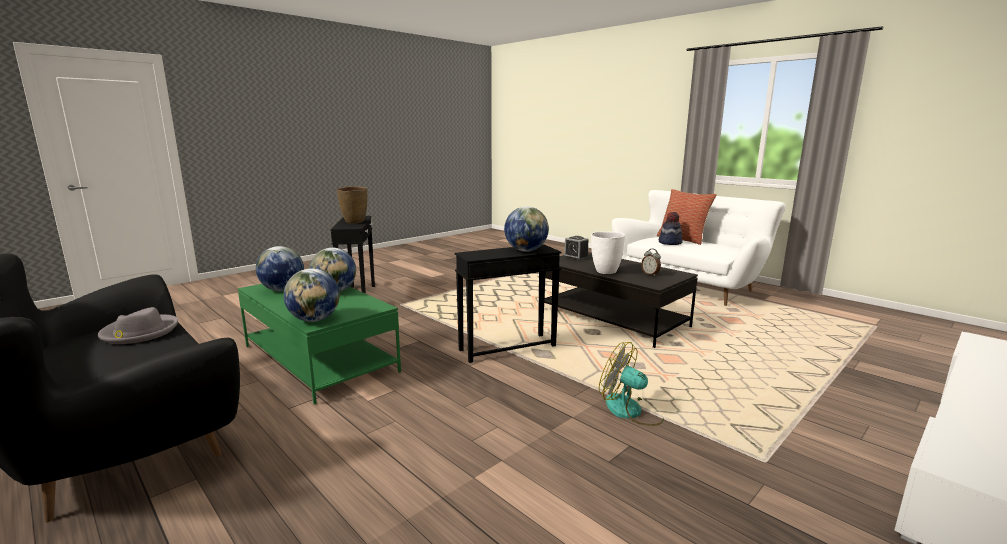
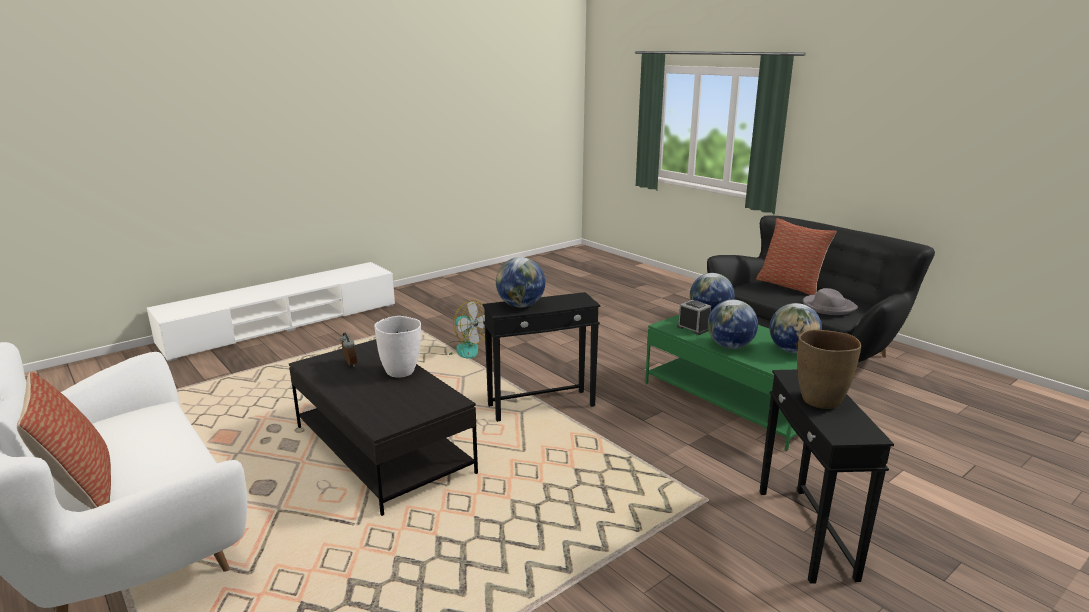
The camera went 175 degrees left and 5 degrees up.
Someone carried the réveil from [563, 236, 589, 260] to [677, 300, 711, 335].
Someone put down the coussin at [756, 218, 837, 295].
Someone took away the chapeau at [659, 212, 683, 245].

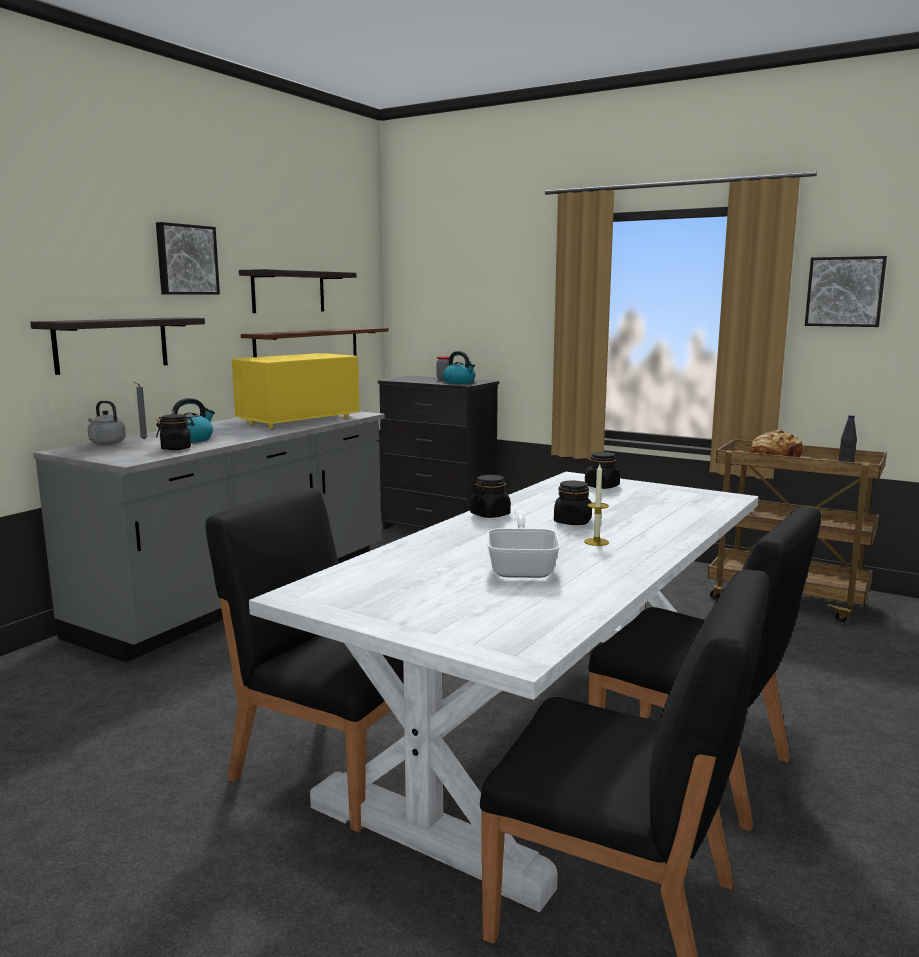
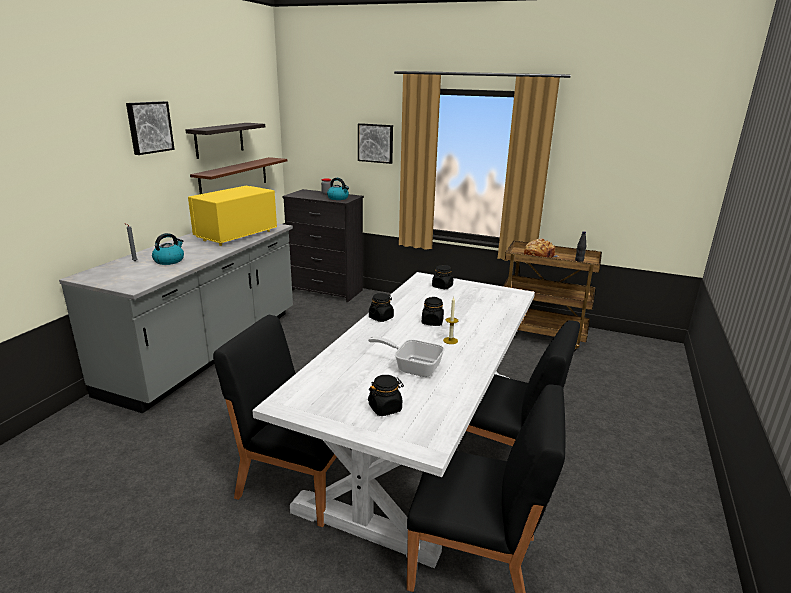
The camera went 10 degrees left and 10 degrees up.
Someone carried the tableau from [805, 256, 887, 327] to [358, 123, 393, 164].
Someone rotated the poêle at [487, 509, 561, 578] by 60 degrees counterclockwise.
Someone carried the bocal [noir] from [156, 414, 194, 450] to [368, 375, 404, 416].
Someone took away the étagère at [30, 317, 205, 375].
Someone took away the bouilloire [gris] at [88, 401, 126, 445].

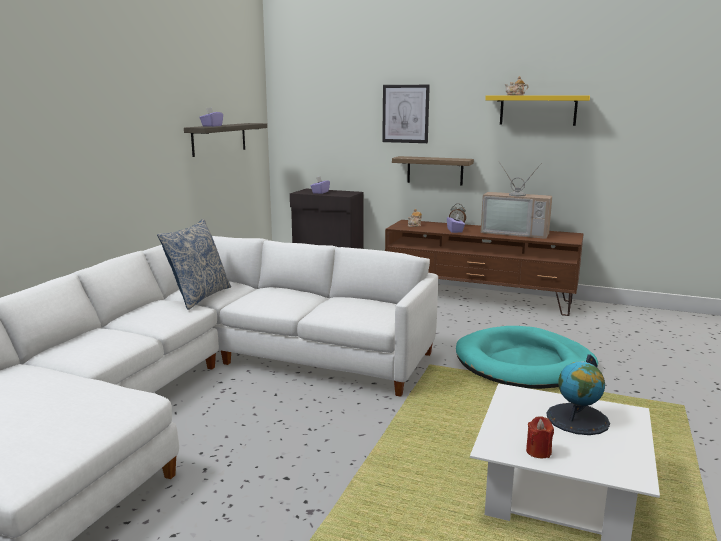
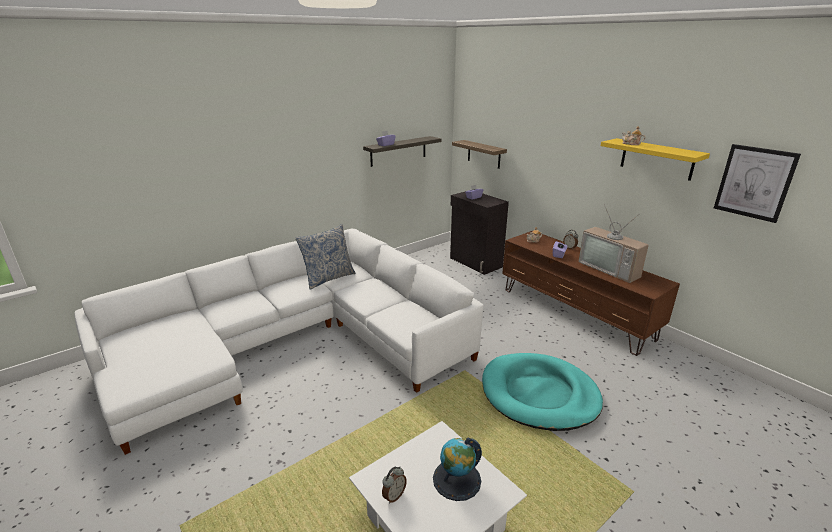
The camera went 30 degrees right and 10 degrees up.
Someone swapped the bougie [rouge] at [526, 416, 554, 458] for the réveil at [382, 466, 407, 503].
Someone carried the étagère from [392, 156, 474, 185] to [452, 140, 507, 169].
Someone carried the tableau from [382, 85, 430, 143] to [714, 144, 801, 223].

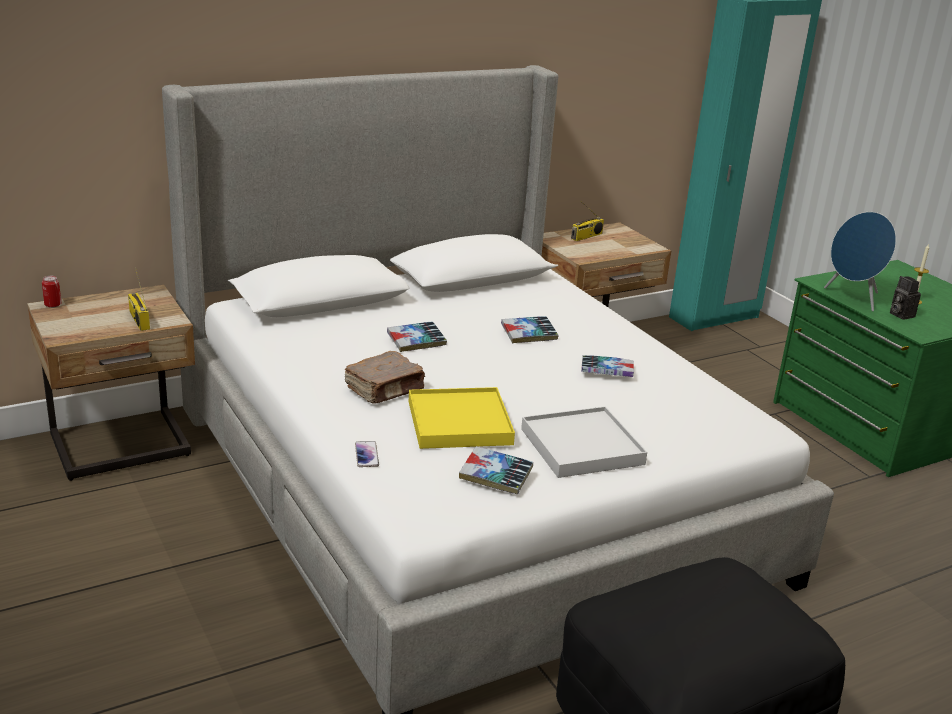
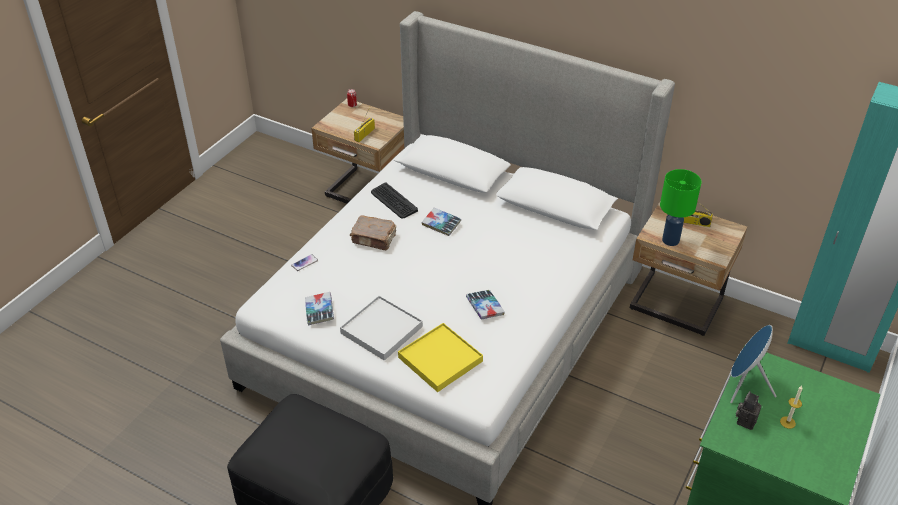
The camera went 60 degrees right and 15 degrees up.
Someone put down the clavier at [371, 182, 418, 218].
Someone carried the plateau [jaune] from [409, 387, 515, 449] to [398, 323, 483, 392].
Someone put down the lampe de table [vert] at [660, 169, 702, 246].
Someone took away the livre at [501, 316, 559, 343].

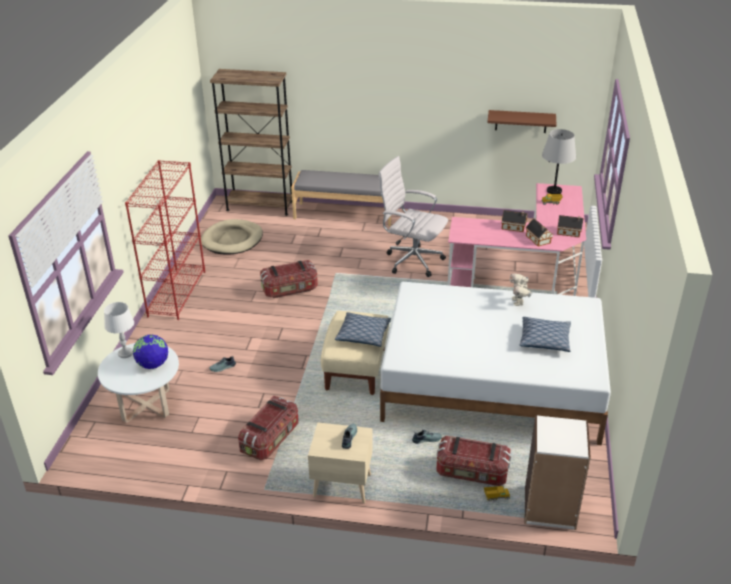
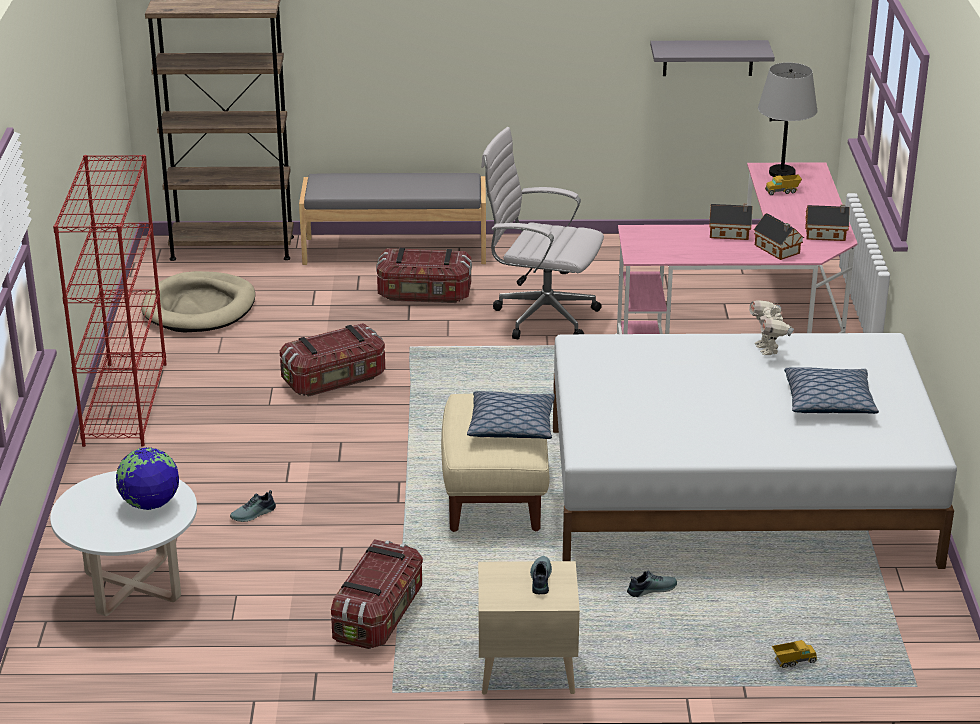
The camera went 10 degrees left and 5 degrees down.
Someone carried the boîte de rangement from [436, 436, 511, 486] to [376, 247, 472, 303].
Someone repainted the étagère [marron] at [487, 110, 556, 133], which became the étagère [gris] at [650, 40, 775, 76].
Someone took away the lampe de table [blanc] at [104, 302, 134, 358].
Someone took away the bibliothèque [blanc] at [524, 415, 591, 530].

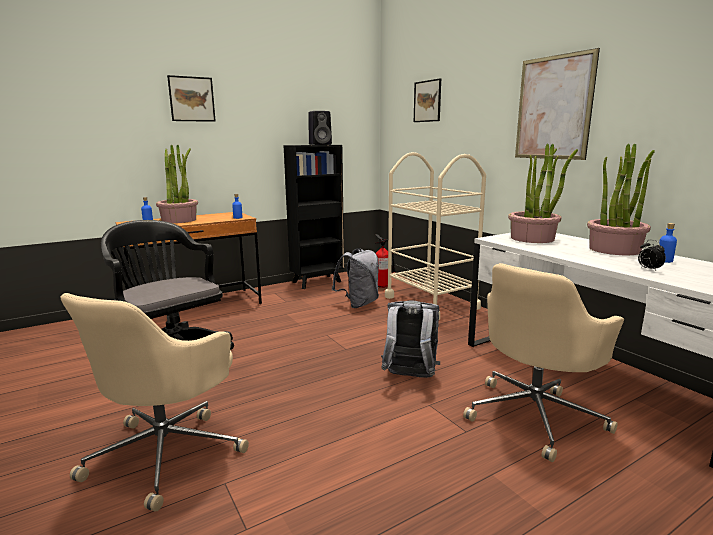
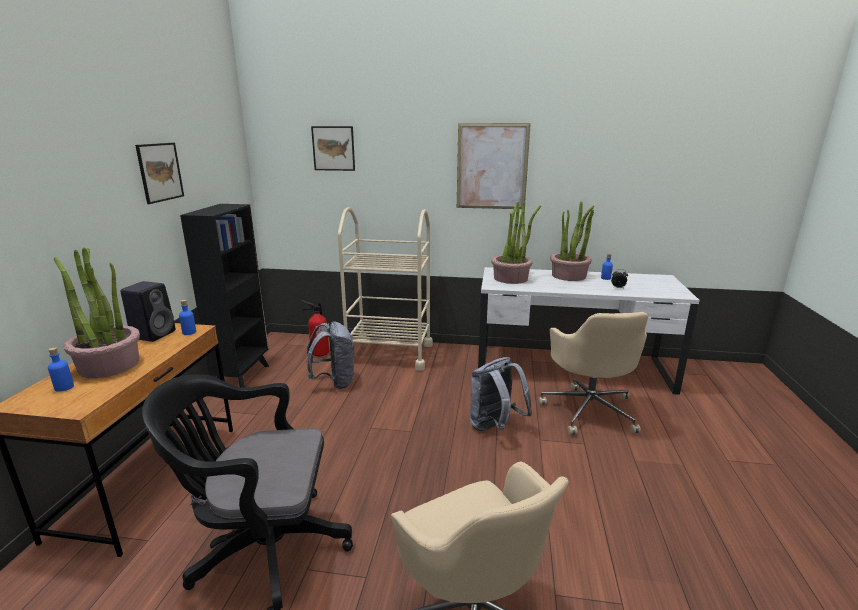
The camera went 50 degrees left and 5 degrees up.
Someone carried the enceinte [noir] from [308, 111, 332, 145] to [120, 281, 176, 342].
Someone carried the tableau from [167, 75, 216, 122] to [135, 143, 184, 204].

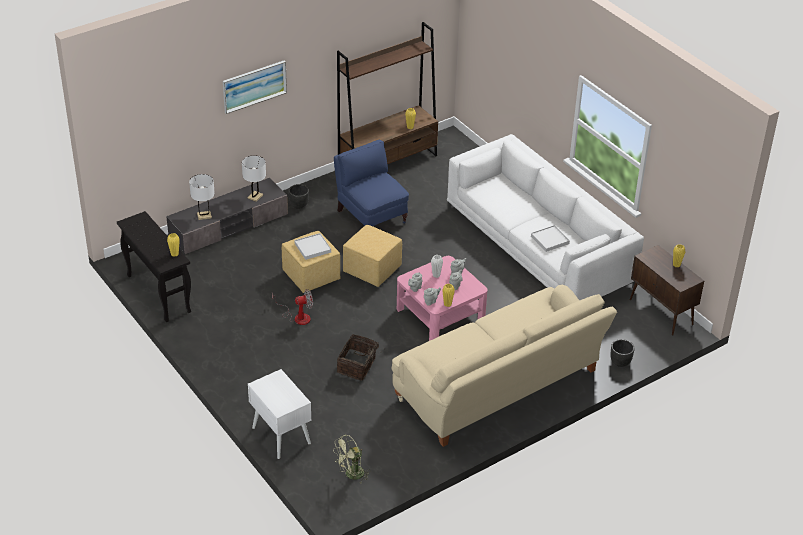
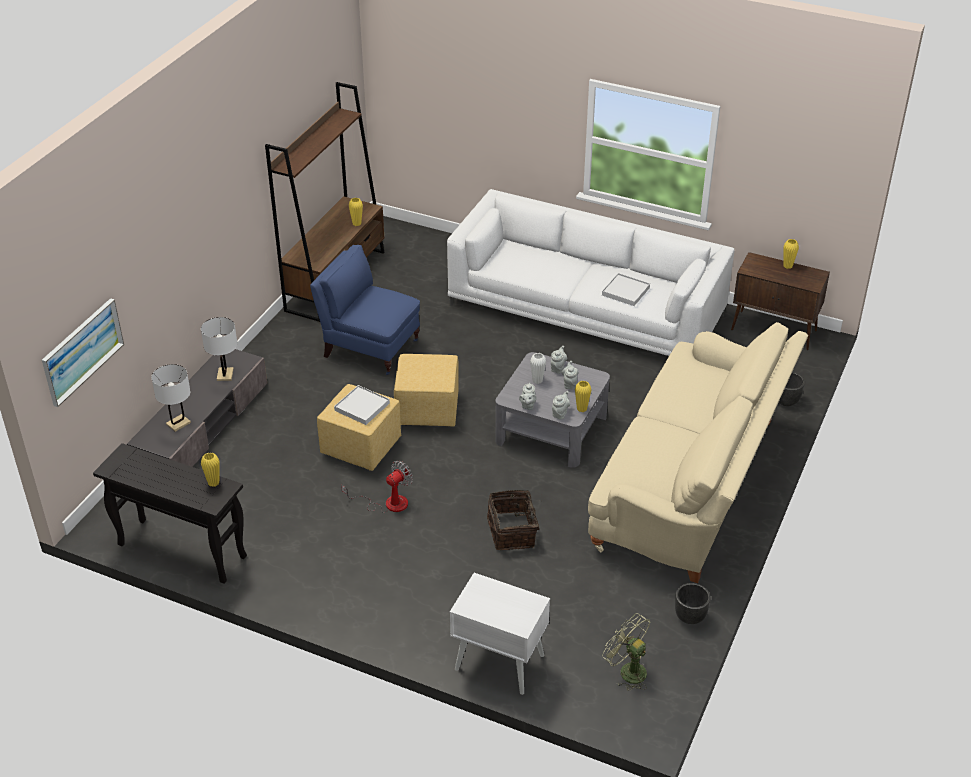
The camera went 30 degrees left and 0 degrees up.
Someone carried the tableau from [223, 61, 287, 114] to [42, 298, 124, 407].
Someone repainted the table basse [rose] at [397, 256, 488, 341], which became the table basse [gris] at [495, 352, 610, 468].
Someone rotated the ventilateur [vert] at [333, 434, 371, 483] by 105 degrees clockwise.
Someone carried the cache-pot [noir] from [288, 184, 309, 209] to [675, 583, 711, 624].

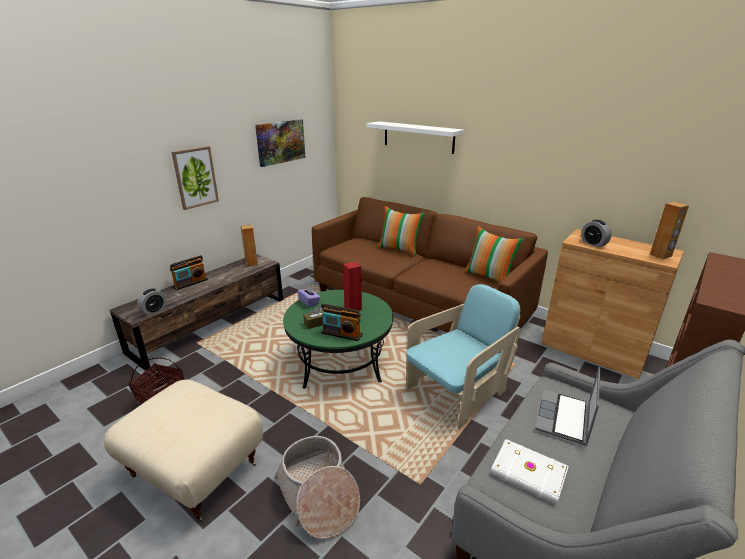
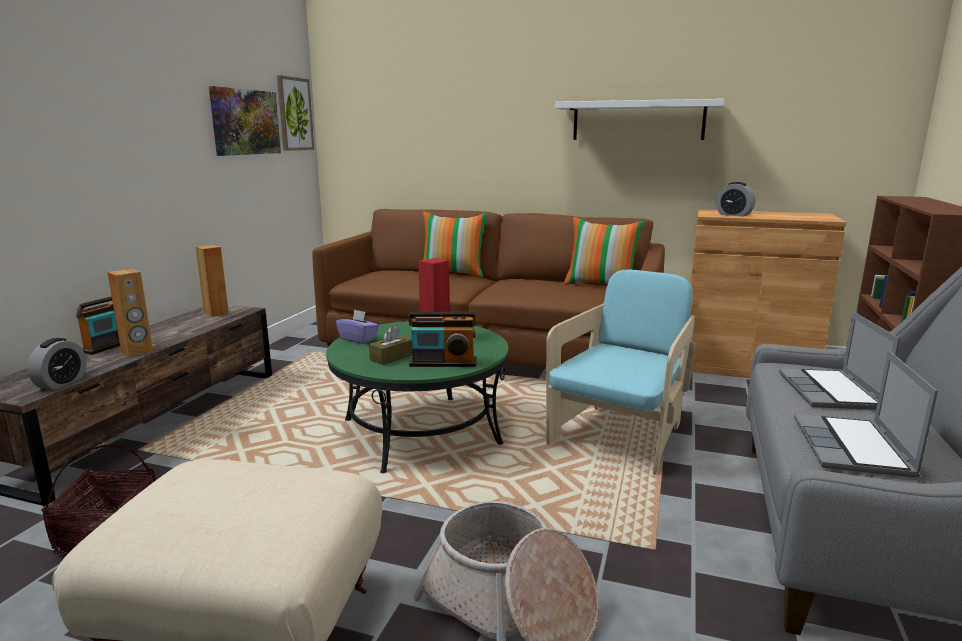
The camera went 20 degrees left and 10 degrees down.
Someone carried the enceinte [marron] from [650, 202, 689, 259] to [107, 269, 153, 357].
Someone carried the tableau from [172, 146, 219, 210] to [277, 75, 314, 151].
Someone carried the étagère [blanc] from [366, 121, 464, 154] to [555, 99, 724, 140].
Someone swapped the livre [blanc] at [490, 439, 569, 505] for the ordinateur portable at [794, 350, 938, 478].

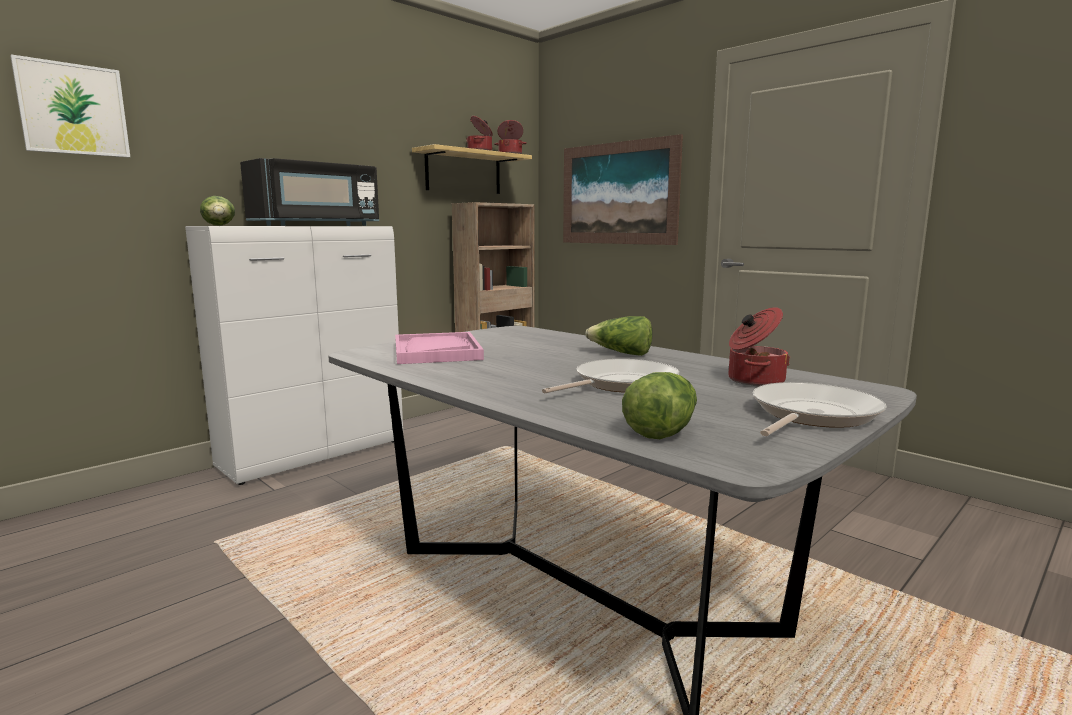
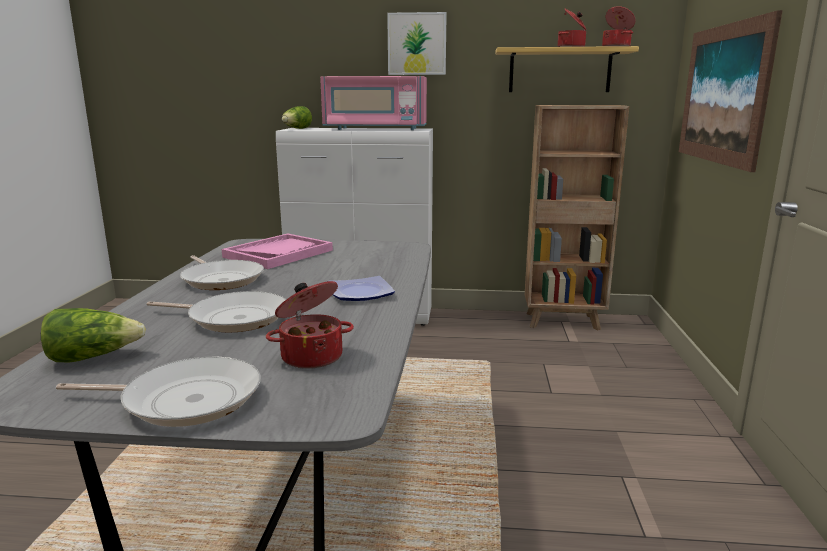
The camera went 50 degrees right and 5 degrees up.
Someone put down the poêle at [180, 255, 264, 290].
Someone repainted the micro-ondes [noir] at [240, 158, 379, 226], which became the micro-ondes [rose] at [320, 76, 427, 130].
Someone swapped the laitue at [585, 316, 653, 356] for the assiette at [331, 276, 395, 301].
Someone carried the tableau from [10, 54, 130, 158] to [387, 12, 447, 75].

